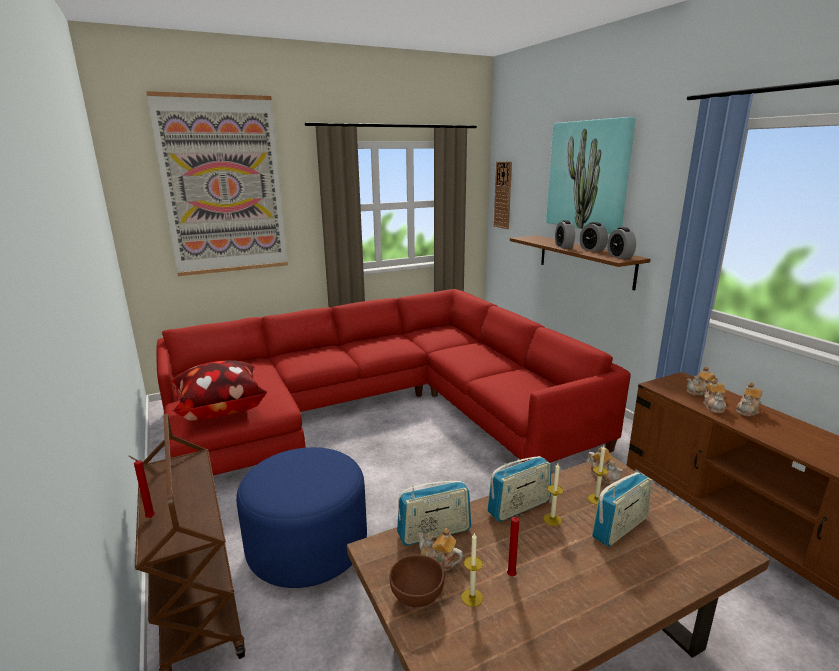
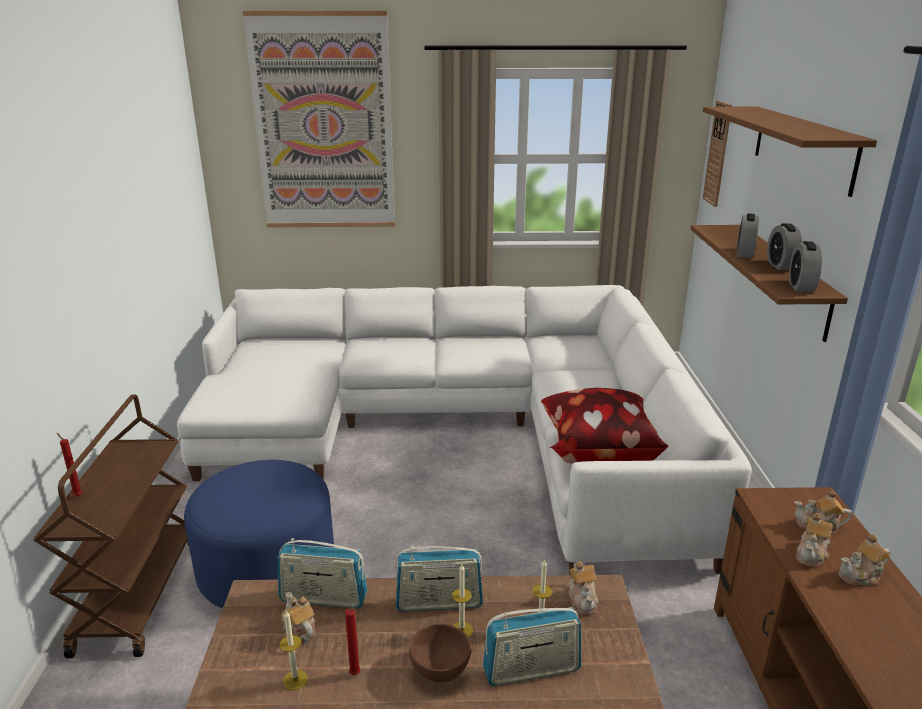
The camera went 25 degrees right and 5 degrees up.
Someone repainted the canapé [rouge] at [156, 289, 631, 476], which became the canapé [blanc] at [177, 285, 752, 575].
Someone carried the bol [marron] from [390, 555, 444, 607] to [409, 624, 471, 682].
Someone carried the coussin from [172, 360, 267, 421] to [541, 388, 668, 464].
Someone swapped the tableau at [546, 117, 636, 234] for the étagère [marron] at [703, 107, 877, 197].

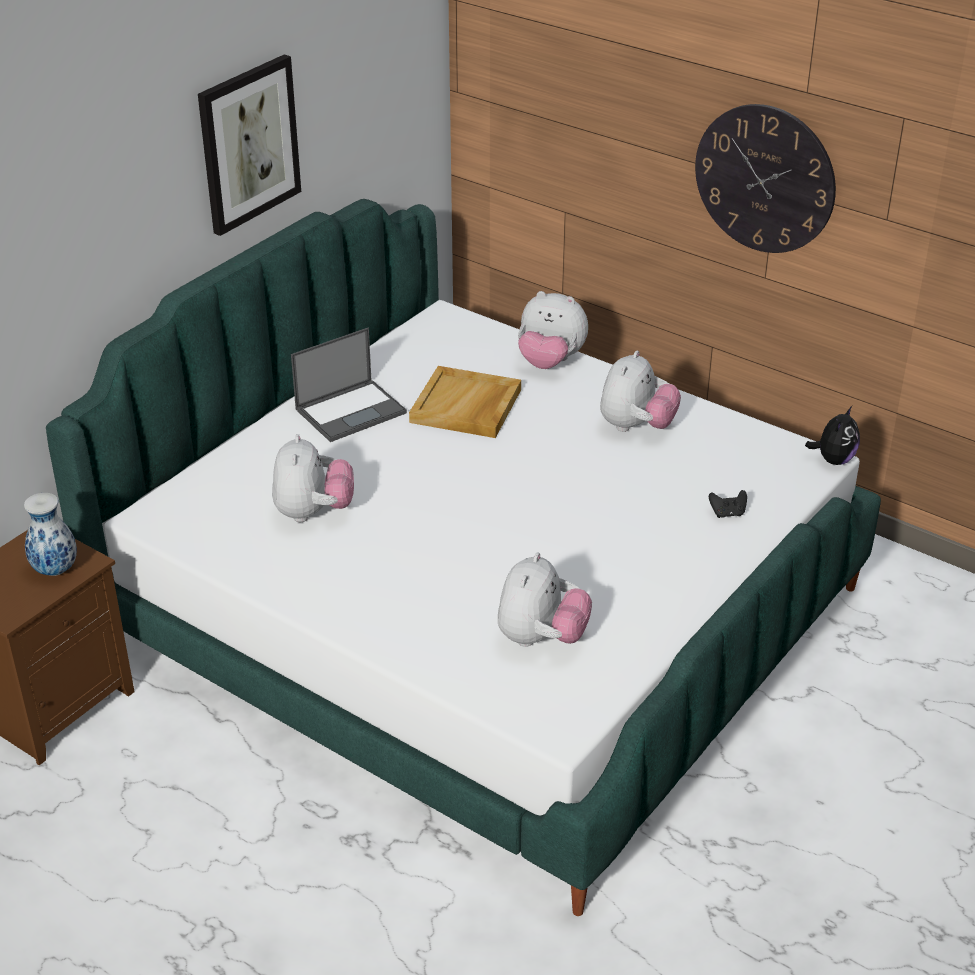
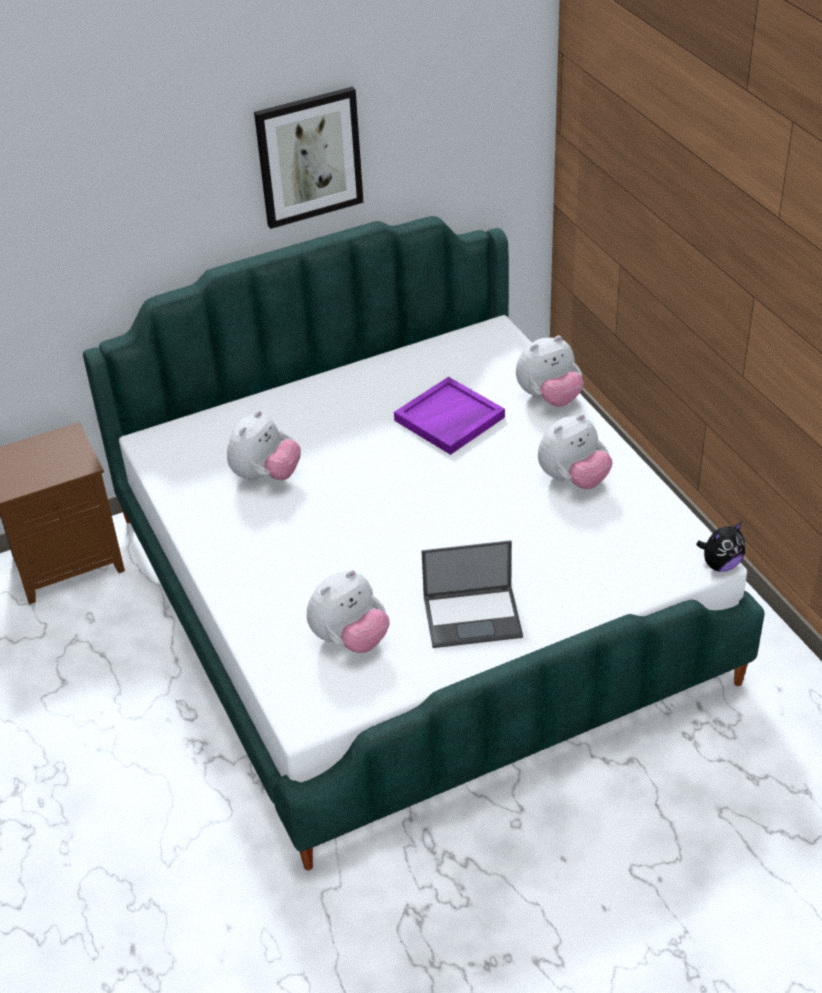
The camera went 30 degrees right and 5 degrees up.
Someone repainted the plateau [beige] at [409, 366, 521, 438], which became the plateau [violet] at [394, 377, 505, 455].
Someone carried the ordinateur portable from [291, 328, 407, 442] to [421, 540, 523, 648].
Someone rotated the peluche at [518, 291, 588, 369] by 75 degrees counterclockwise.
Someone took away the vase at [24, 493, 77, 576].
Someone took away the horloge murale at [695, 104, 836, 253].
Someone took away the manette [noir] at [709, 490, 747, 518].

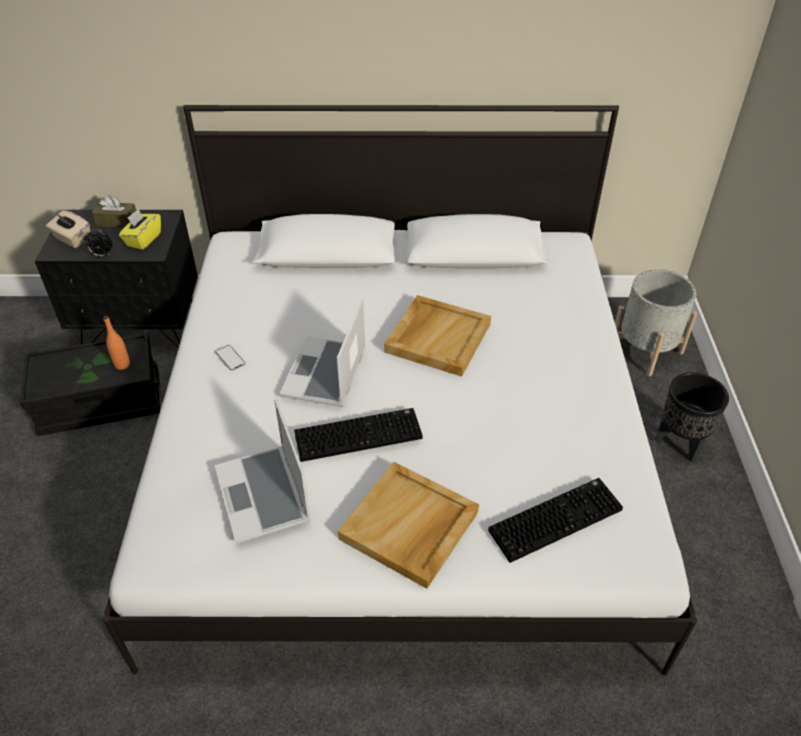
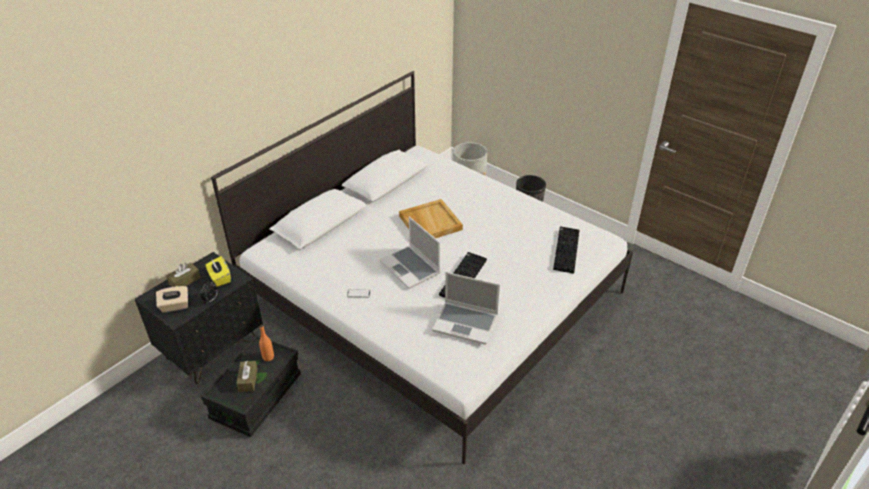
The camera went 50 degrees left and 5 degrees down.
Someone put down the boîte à mouchoirs [marron] at [236, 361, 258, 392].
Someone took away the plateau [beige] at [338, 462, 479, 589].

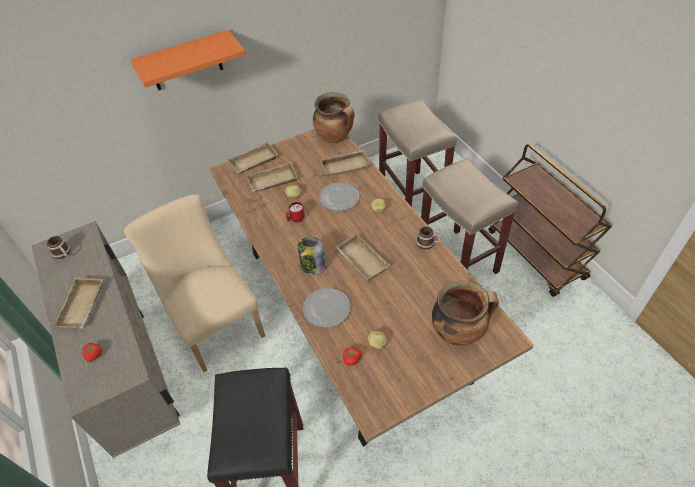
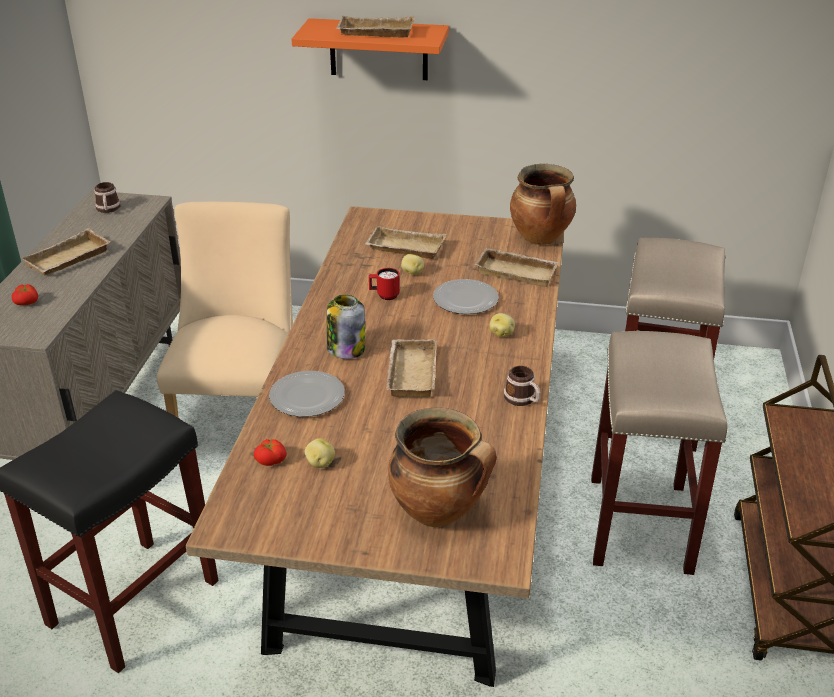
The camera went 35 degrees right and 15 degrees down.
Someone carried the plateau [beige] from [227, 141, 279, 174] to [336, 16, 415, 38].

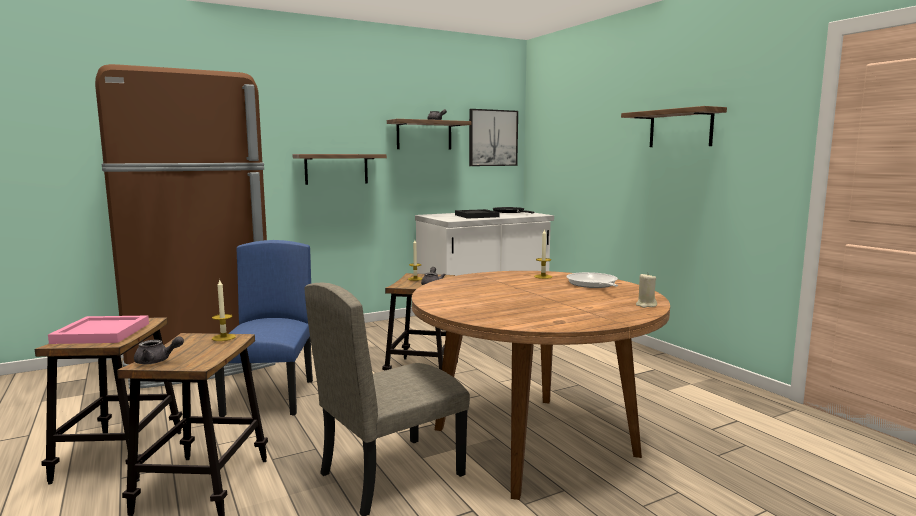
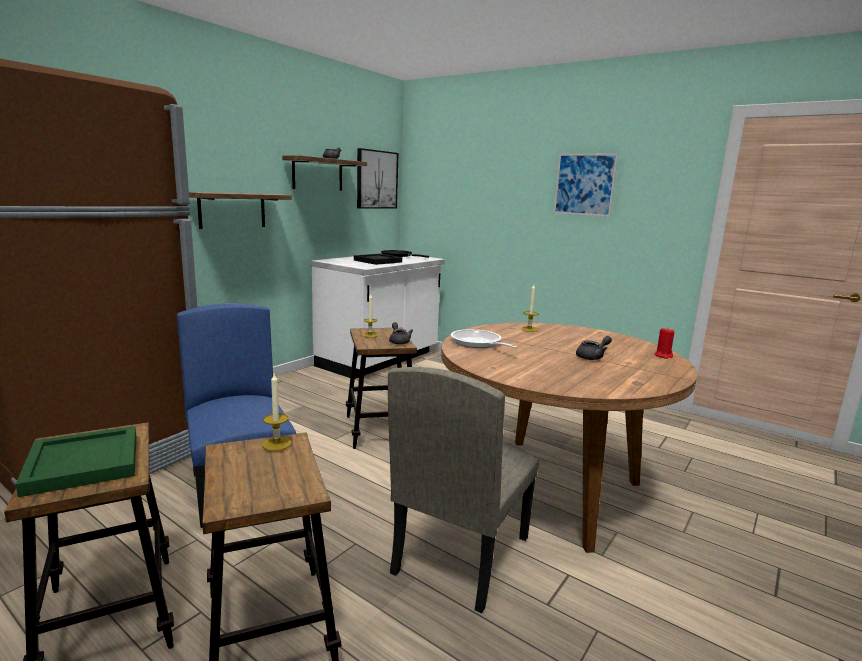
The camera went 25 degrees left and 5 degrees up.
Someone repainted the plateau [rose] at [48, 316, 149, 344], which became the plateau [vert] at [16, 426, 136, 497].
Someone carried the poêle from [566, 272, 618, 288] to [451, 329, 518, 348].
Someone swapped the étagère at [621, 106, 727, 147] for the tableau at [553, 153, 619, 217].
Someone carried the théière [gris] from [134, 336, 184, 364] to [576, 336, 612, 360].
Someone repainted the bougie [beige] at [636, 274, 657, 308], which became the bougie [rouge] at [654, 327, 674, 359].

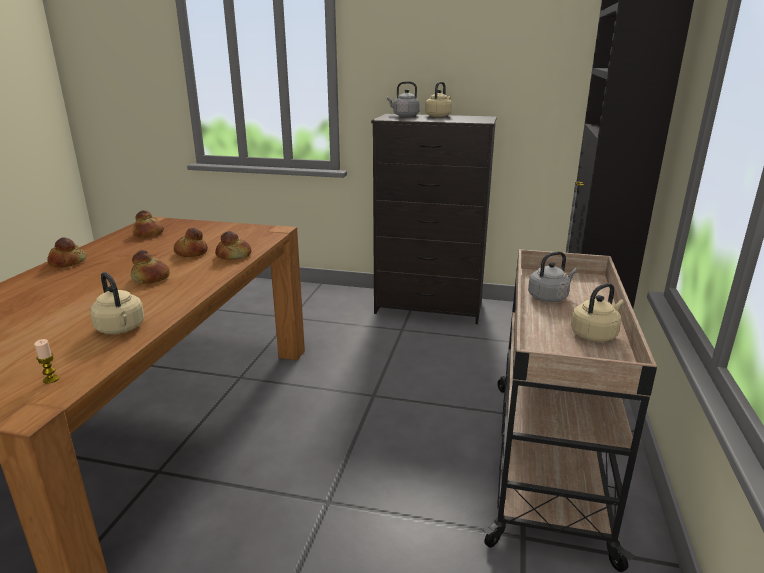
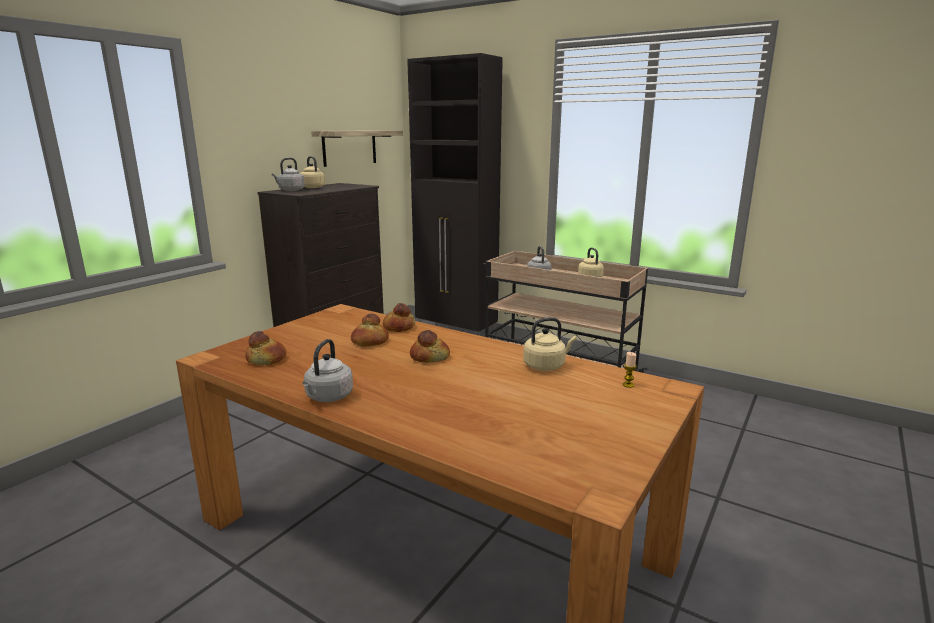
The camera went 70 degrees left and 5 degrees down.
Someone swapped the pain at [47, 237, 86, 268] for the bouilloire [gris] at [302, 339, 353, 402].
Someone put up the étagère at [311, 130, 403, 167].

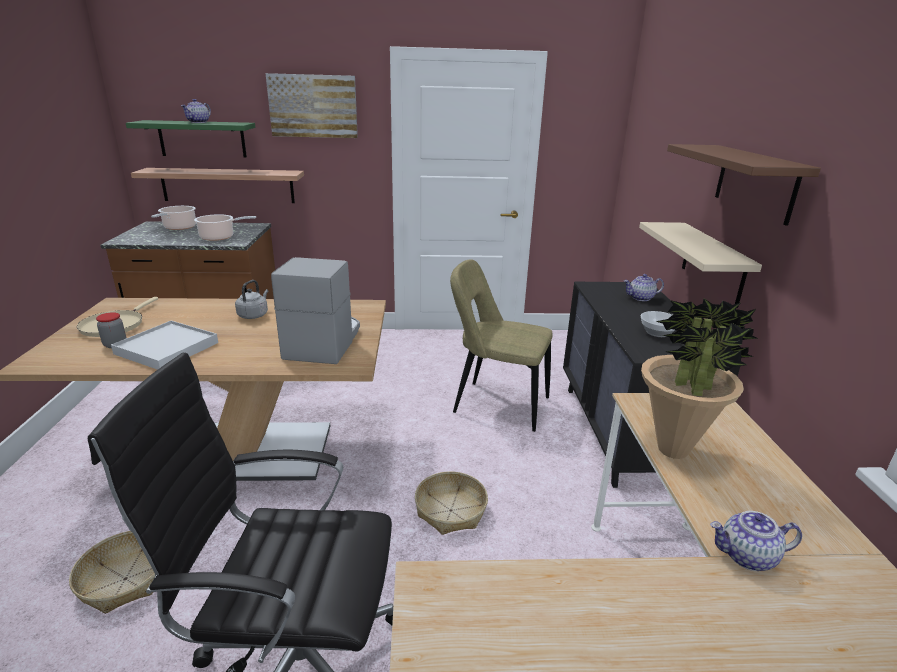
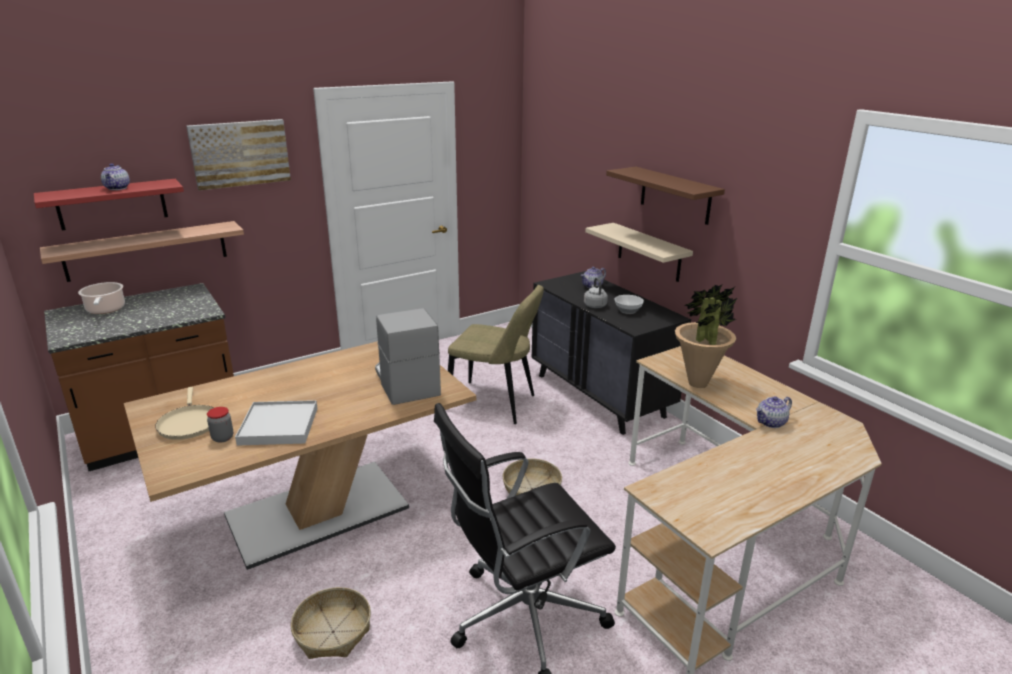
The camera went 30 degrees left and 0 degrees up.
Someone repainted the étagère [vert] at [126, 120, 255, 158], which became the étagère [rouge] at [34, 179, 184, 230].
Someone rotated the chaise [beige] at [450, 259, 553, 432] by 150 degrees counterclockwise.
Someone carried the bouilloire [gris] from [235, 280, 268, 319] to [584, 278, 608, 308].
Someone took away the marmite at [194, 214, 256, 241].

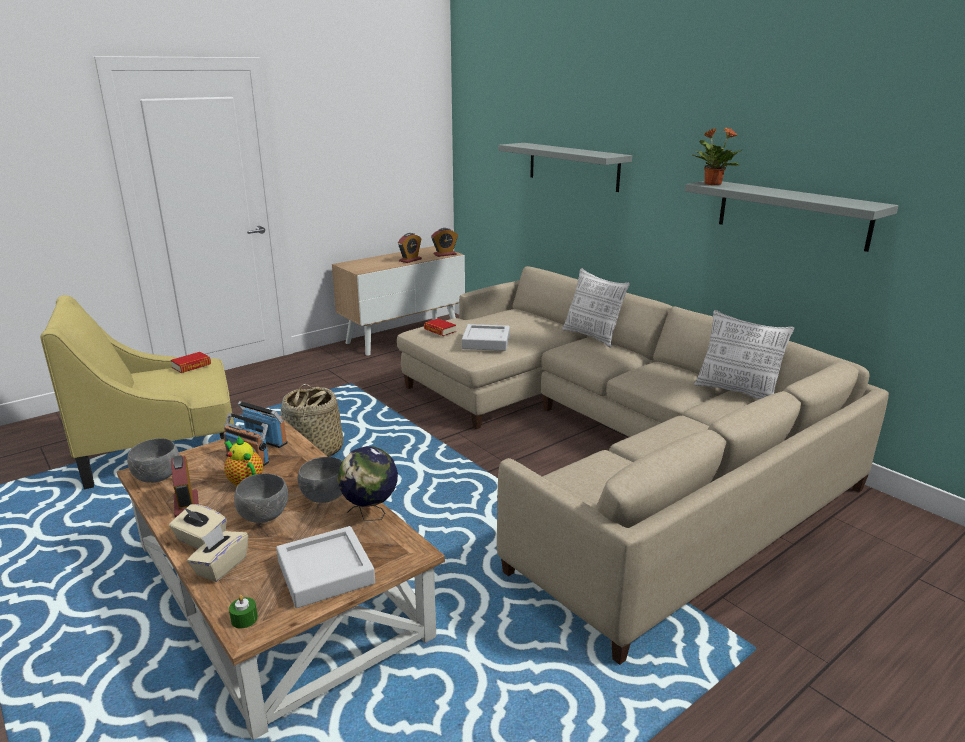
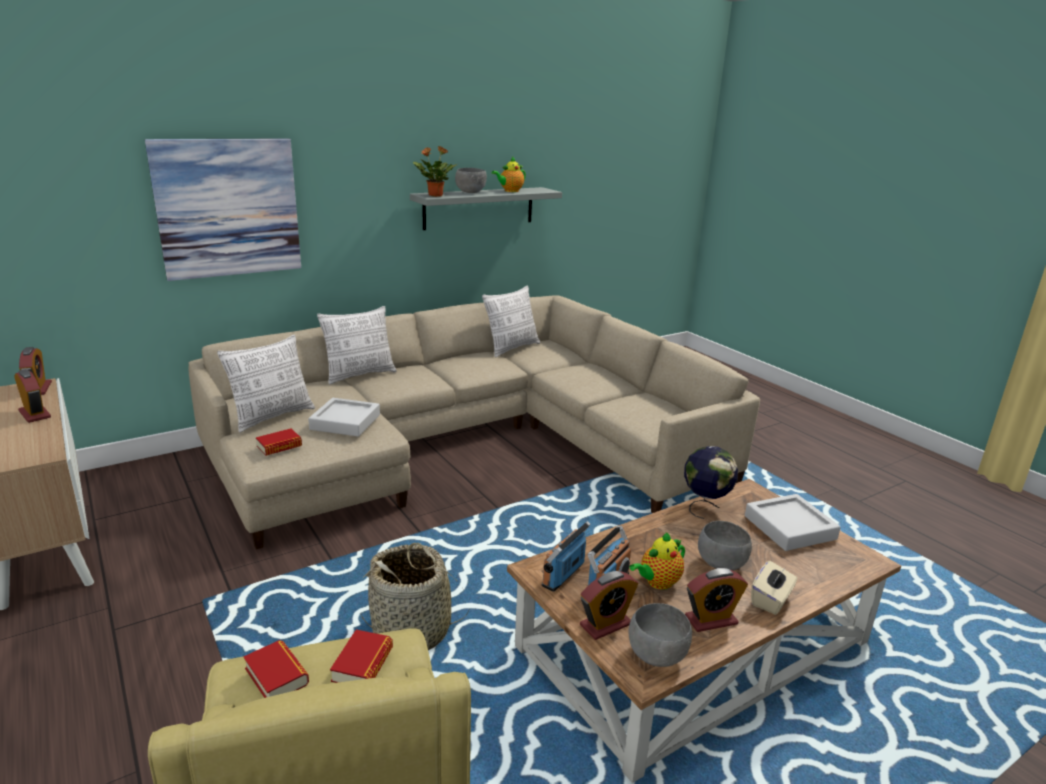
The camera went 85 degrees left and 0 degrees up.
Someone swapped the étagère [gris] at [498, 143, 632, 192] for the tableau at [145, 138, 301, 281].
Someone put down the coussin at [217, 335, 315, 433].
Someone put down the livre at [330, 629, 393, 683].
Someone carried the bol [gris] from [298, 457, 342, 503] to [455, 168, 487, 193].
Someone put down the théière at [492, 156, 526, 192].
Someone put down the réveil at [580, 571, 638, 640].
Someone took away the boîte à mouchoirs [beige] at [187, 525, 248, 582].
Someone took away the bougie [vert] at [229, 595, 258, 629].

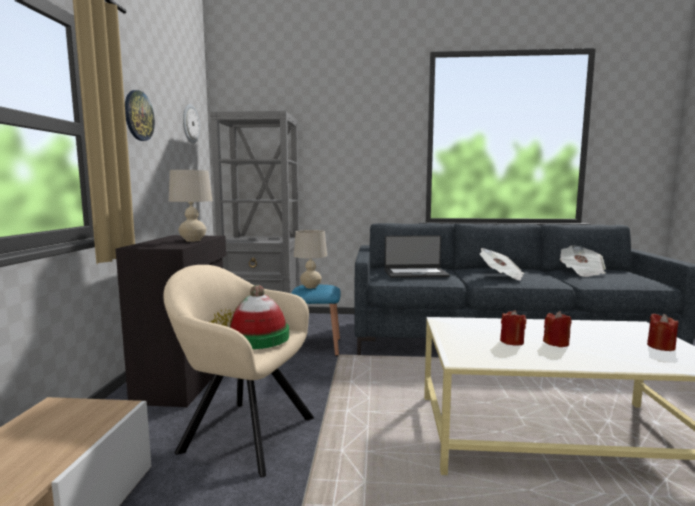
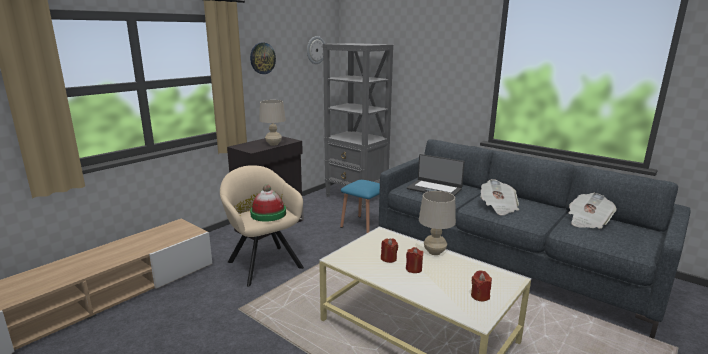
The camera went 35 degrees right and 10 degrees up.
Someone carried the lampe de table [beige] from [294, 230, 327, 288] to [419, 191, 456, 255].

